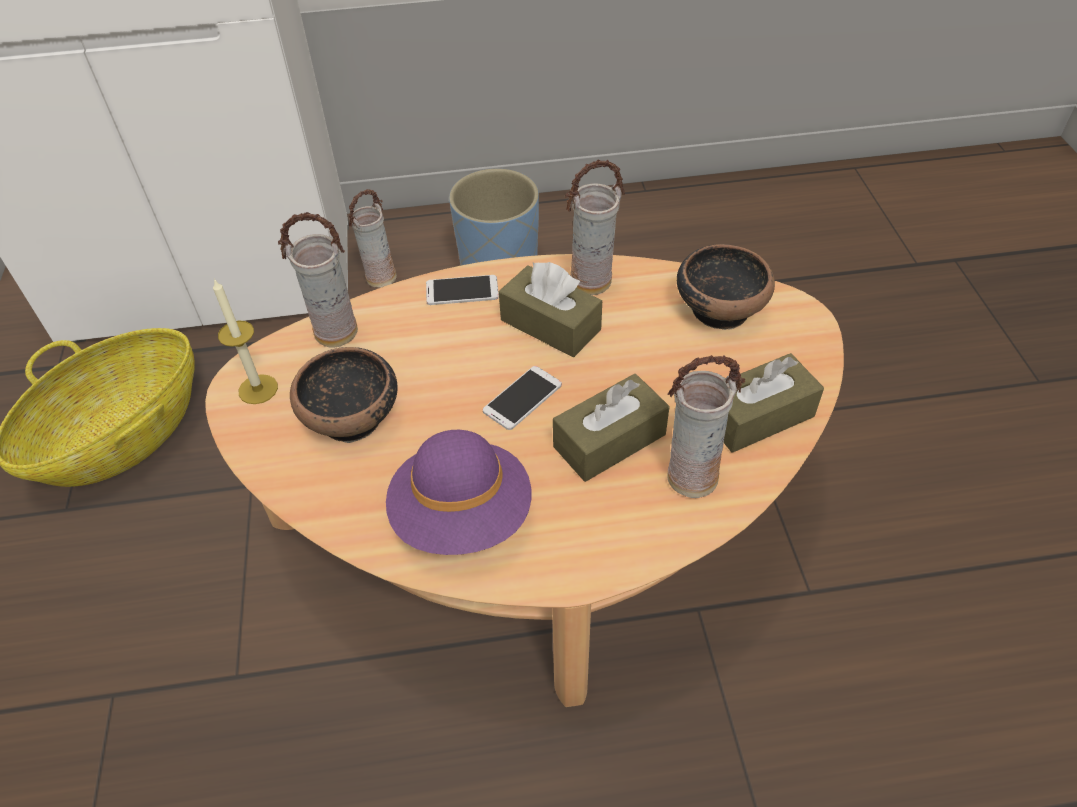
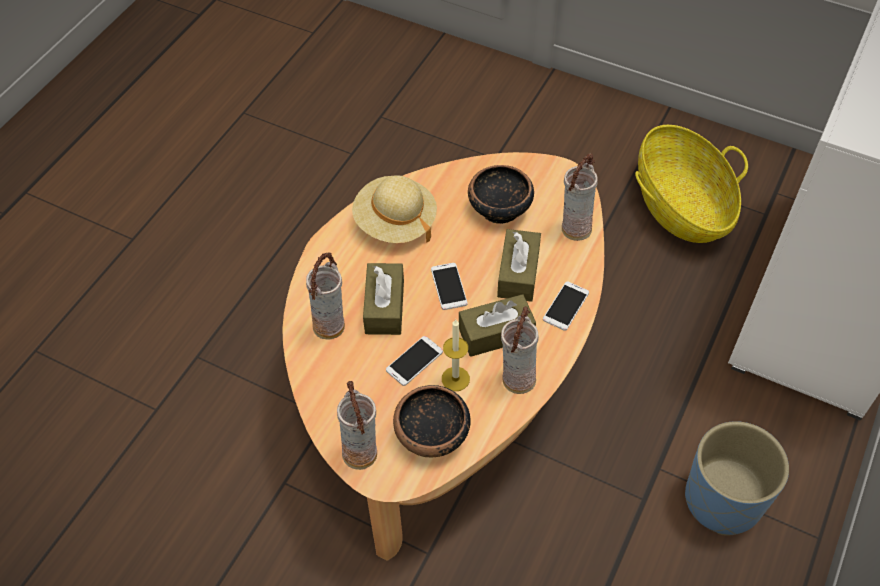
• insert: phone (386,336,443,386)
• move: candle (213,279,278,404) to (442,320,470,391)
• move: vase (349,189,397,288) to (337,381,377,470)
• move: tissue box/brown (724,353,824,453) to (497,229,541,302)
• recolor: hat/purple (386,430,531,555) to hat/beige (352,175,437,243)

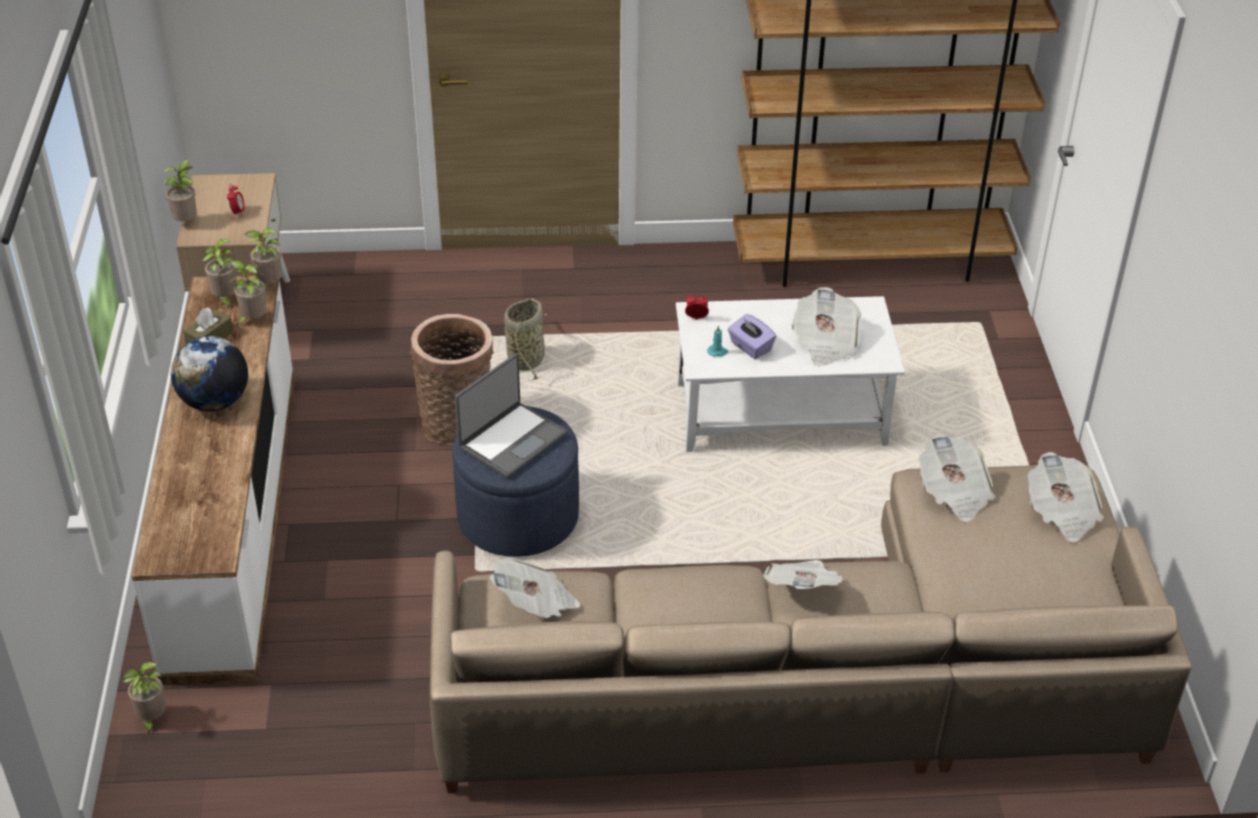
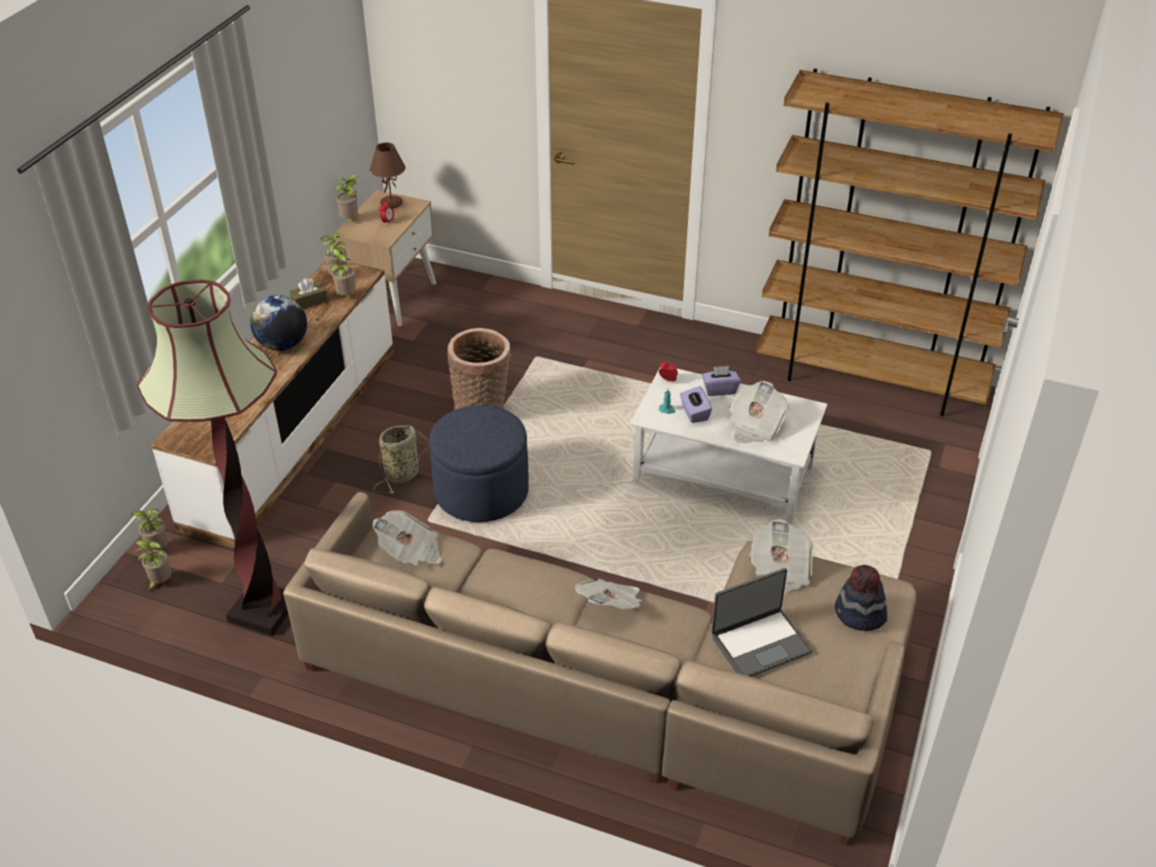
• insert: floor lamp (137,279,288,636)
• insert: table lamp/brown (370,142,406,209)
• insert: tissue box/purple (702,366,741,396)
• move: potted plant (245,228,282,289) to (134,540,171,590)
• move: laptop (455,354,567,478) to (711,568,812,677)
• move: basket (504,299,547,383) to (373,425,430,494)
• replace: newspaper (1027,452,1104,543) to hat (835,565,887,631)

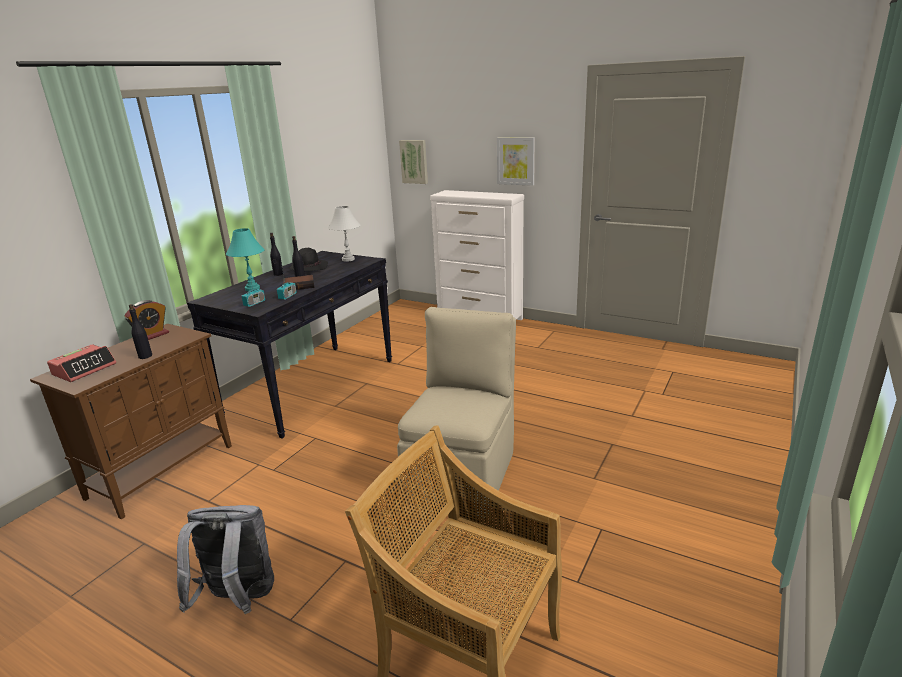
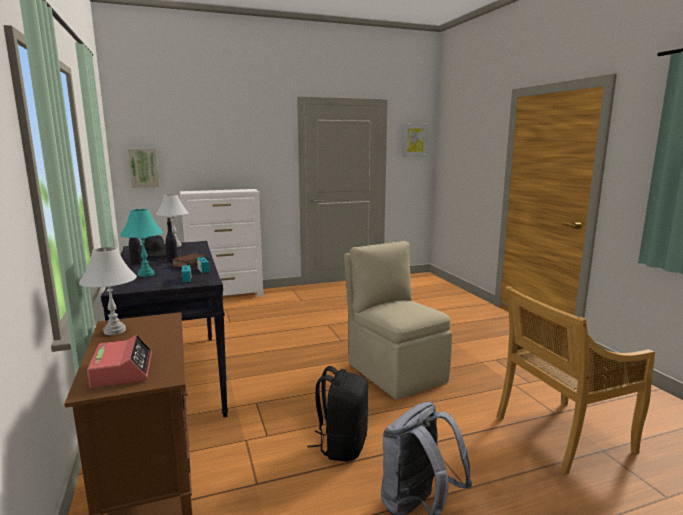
• delete: bottle/black (129,304,152,359)
• insert: backpack/black (307,366,368,462)
• move: picture (497,138,535,186) to (402,124,429,157)
• replace: alarm clock (124,300,169,340) to table lamp/white (79,247,137,335)

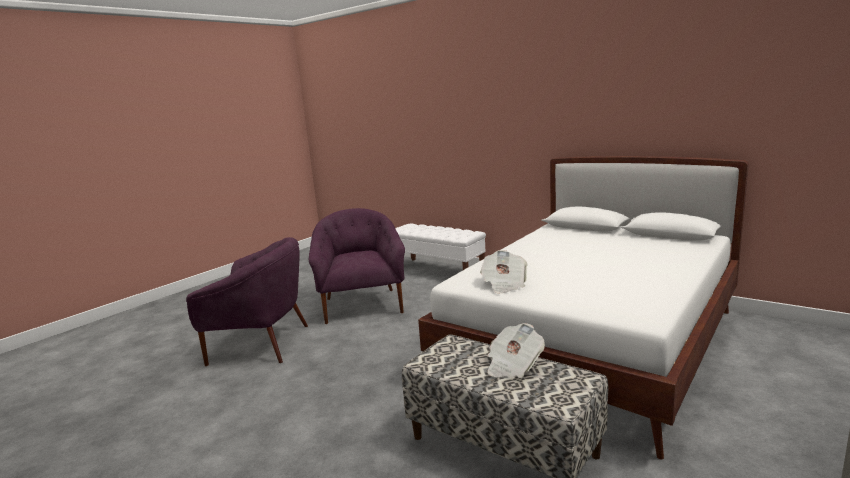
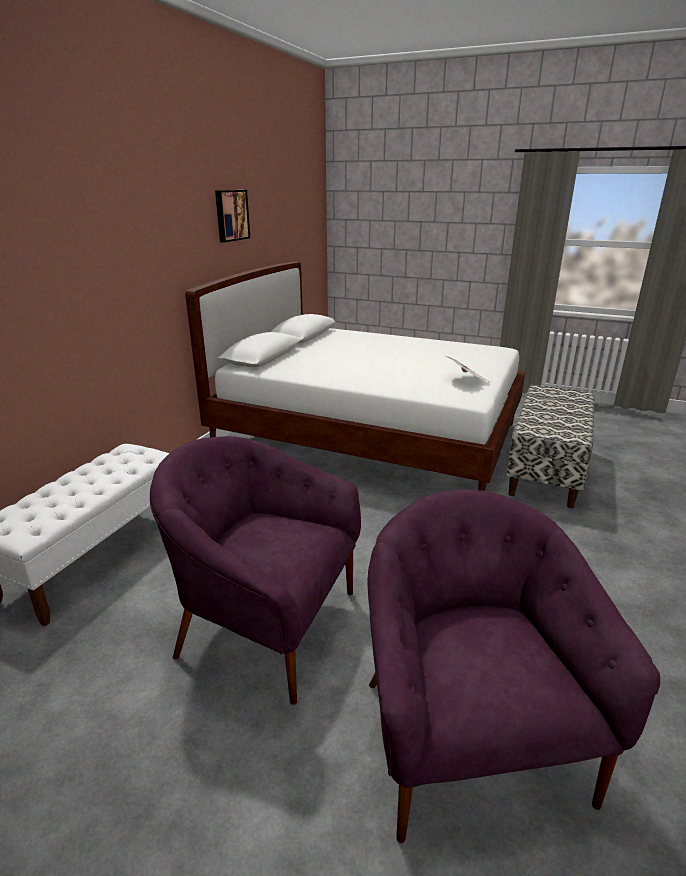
• delete: newspaper (487,323,545,378)
• insert: picture (215,190,250,243)
• rotate: armchair/purple (309,208,405,324) = (150,436,361,705) 45 degrees clockwise

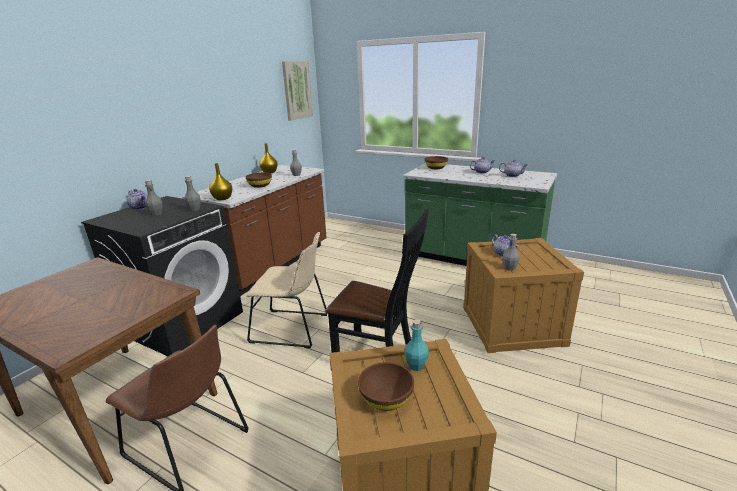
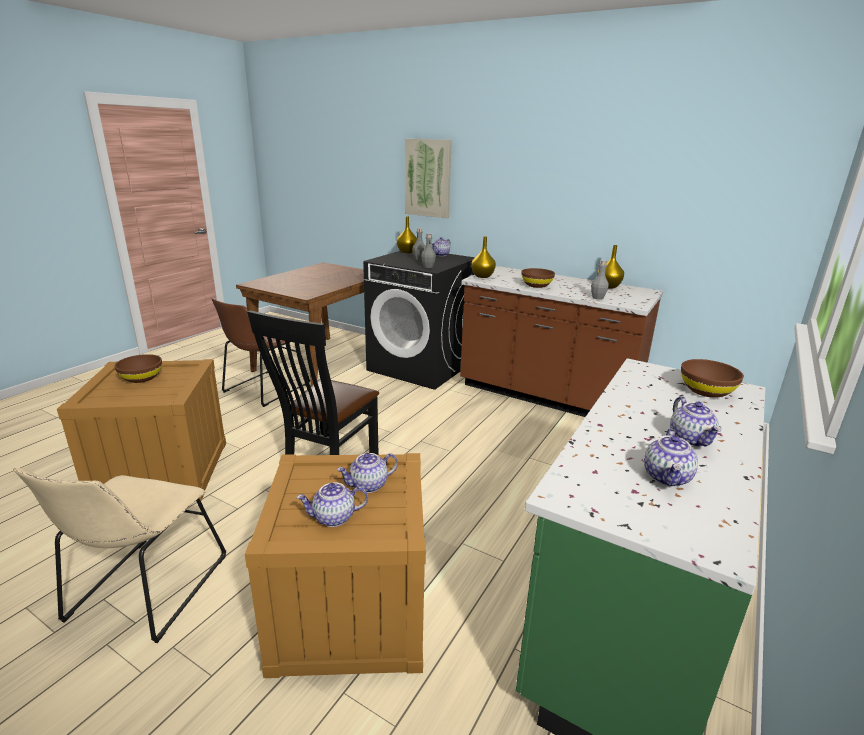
• delete: bottle/turquoise (404,319,429,371)
• delete: bottle/grey (502,234,520,271)
• insert: teapot (296,482,368,527)
• insert: vase/yellow (397,216,417,253)
• move: chair/beige (246,232,328,349) to (13,468,226,643)
• move: picture (282,61,313,121) to (405,139,452,218)

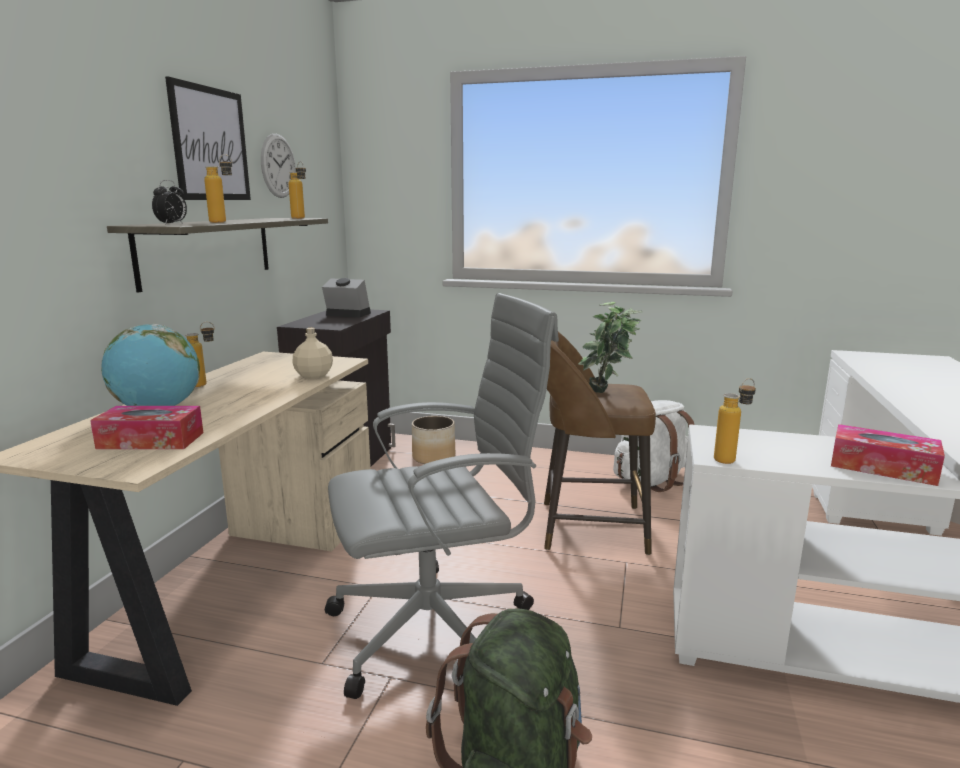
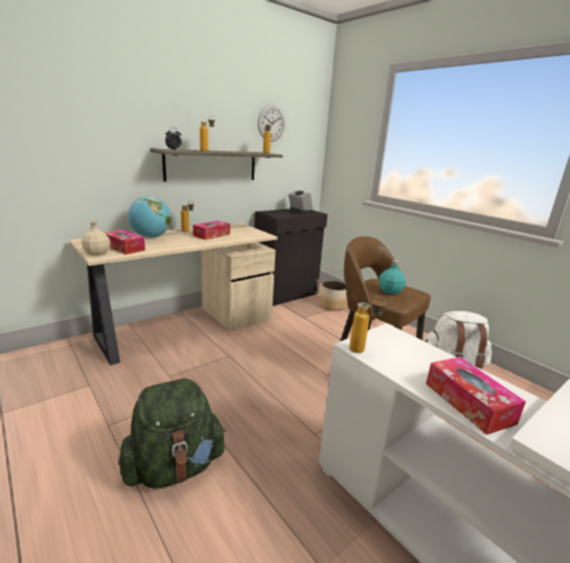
• delete: picture (165,76,251,200)
• delete: office chair/grey (325,293,559,699)
• insert: tissue box (193,221,230,240)
• move: bottle/beige (292,328,333,379) to (82,221,111,256)
• replace: potted plant (578,302,642,393) to bottle/turquoise (379,260,406,294)

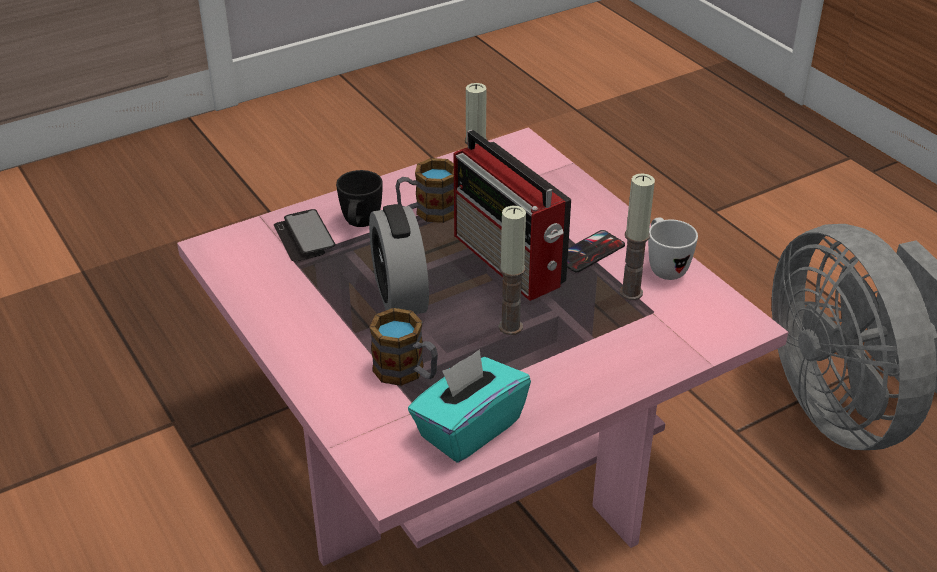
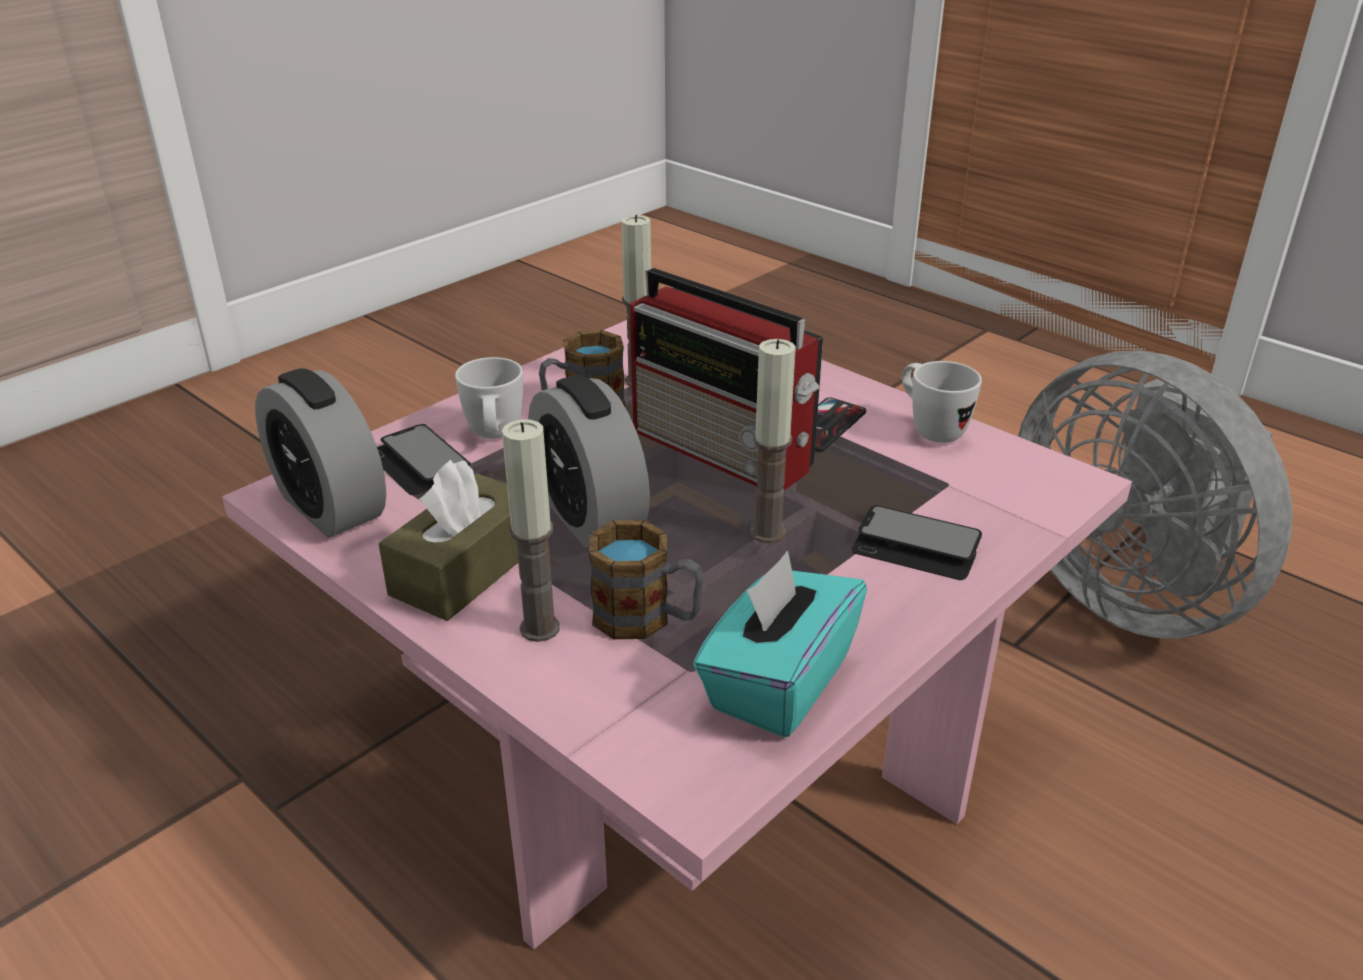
• insert: alarm clock (255,368,386,538)
• insert: tissue box/brown (379,460,518,621)
• insert: phone (852,505,982,580)
• move: candle (619,173,655,300) to (502,420,560,642)
• recolor: mug/black (336,170,383,227) to mug/white (455,357,523,439)

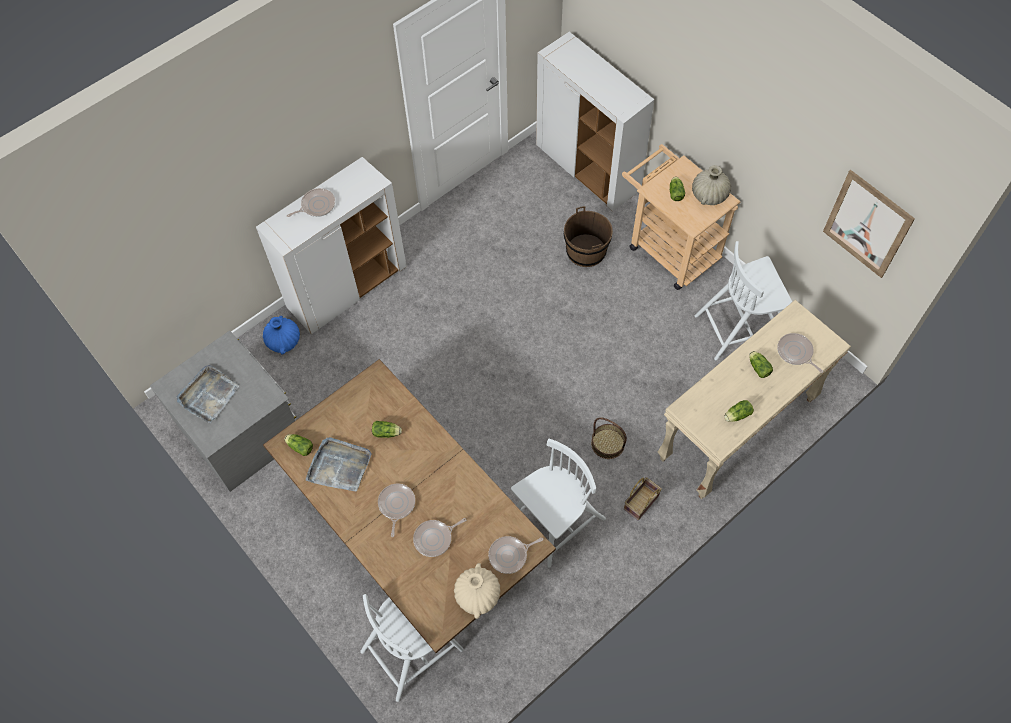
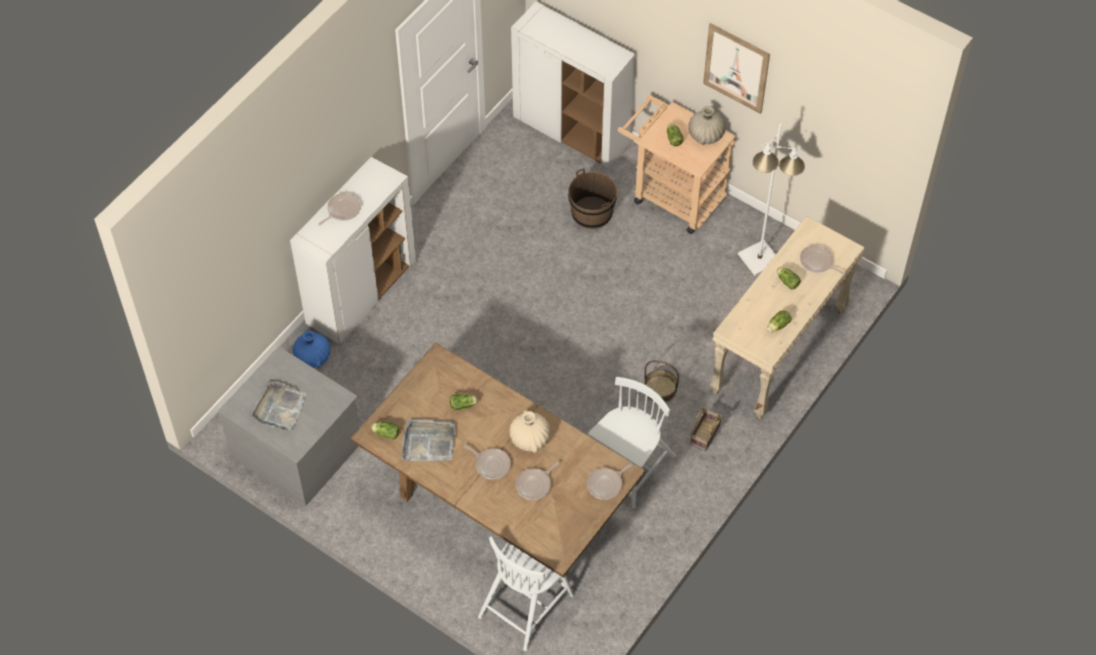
• move: vase/beige (454,563,501,619) to (509,410,550,453)
• move: picture (823,170,915,278) to (703,23,770,114)
• replace: chair/white (695,241,792,360) to floor lamp/white (738,124,805,276)
• rotate: frying pan (378,483,415,537) = (464,445,511,480) 135 degrees clockwise

